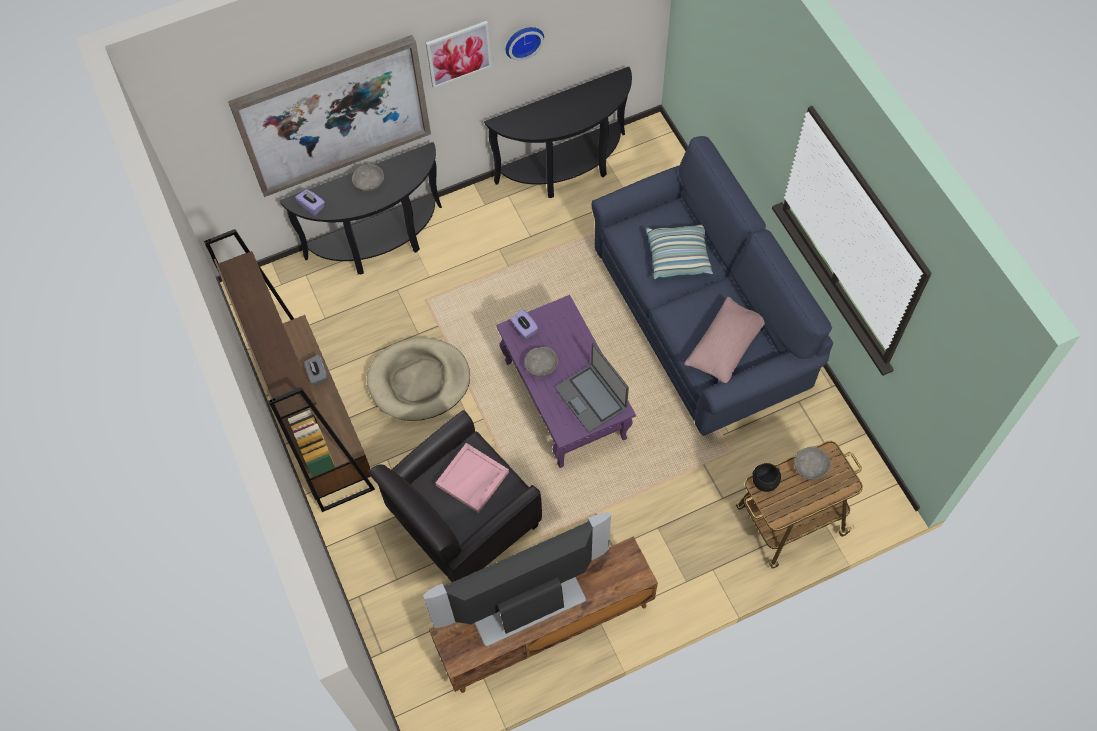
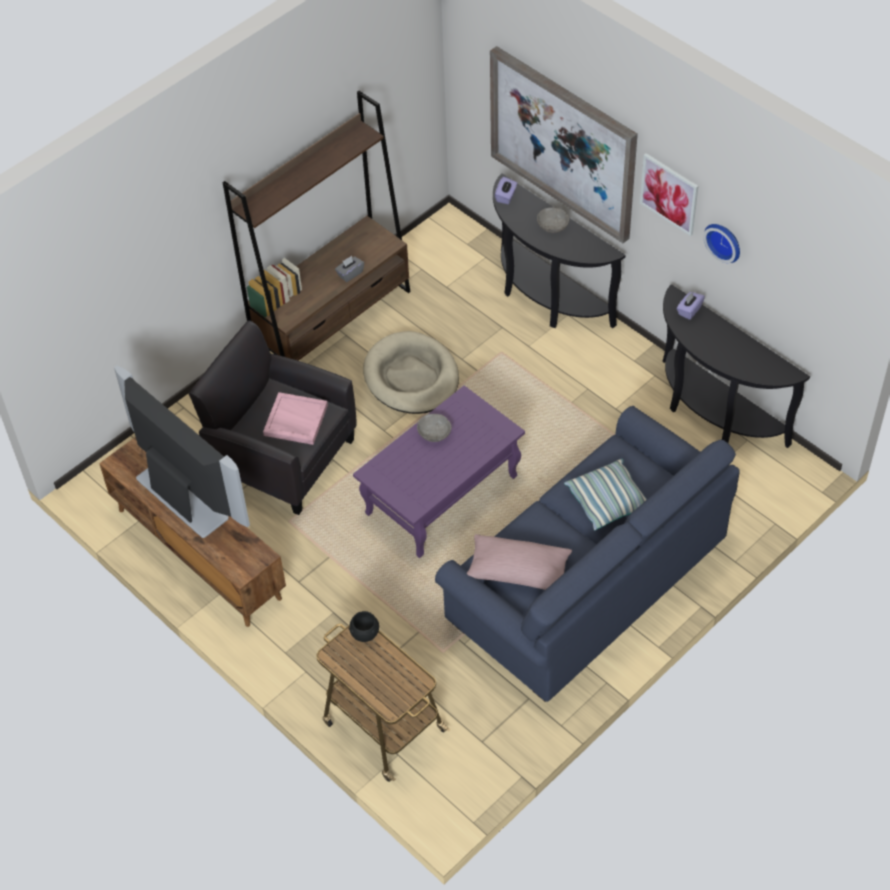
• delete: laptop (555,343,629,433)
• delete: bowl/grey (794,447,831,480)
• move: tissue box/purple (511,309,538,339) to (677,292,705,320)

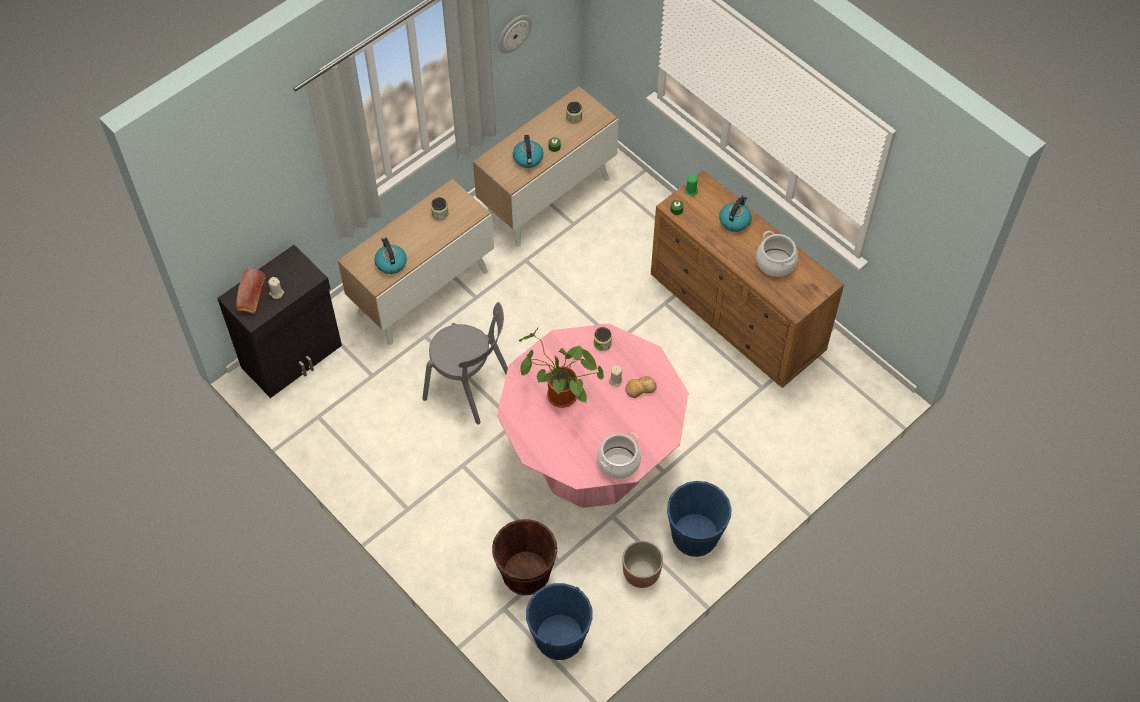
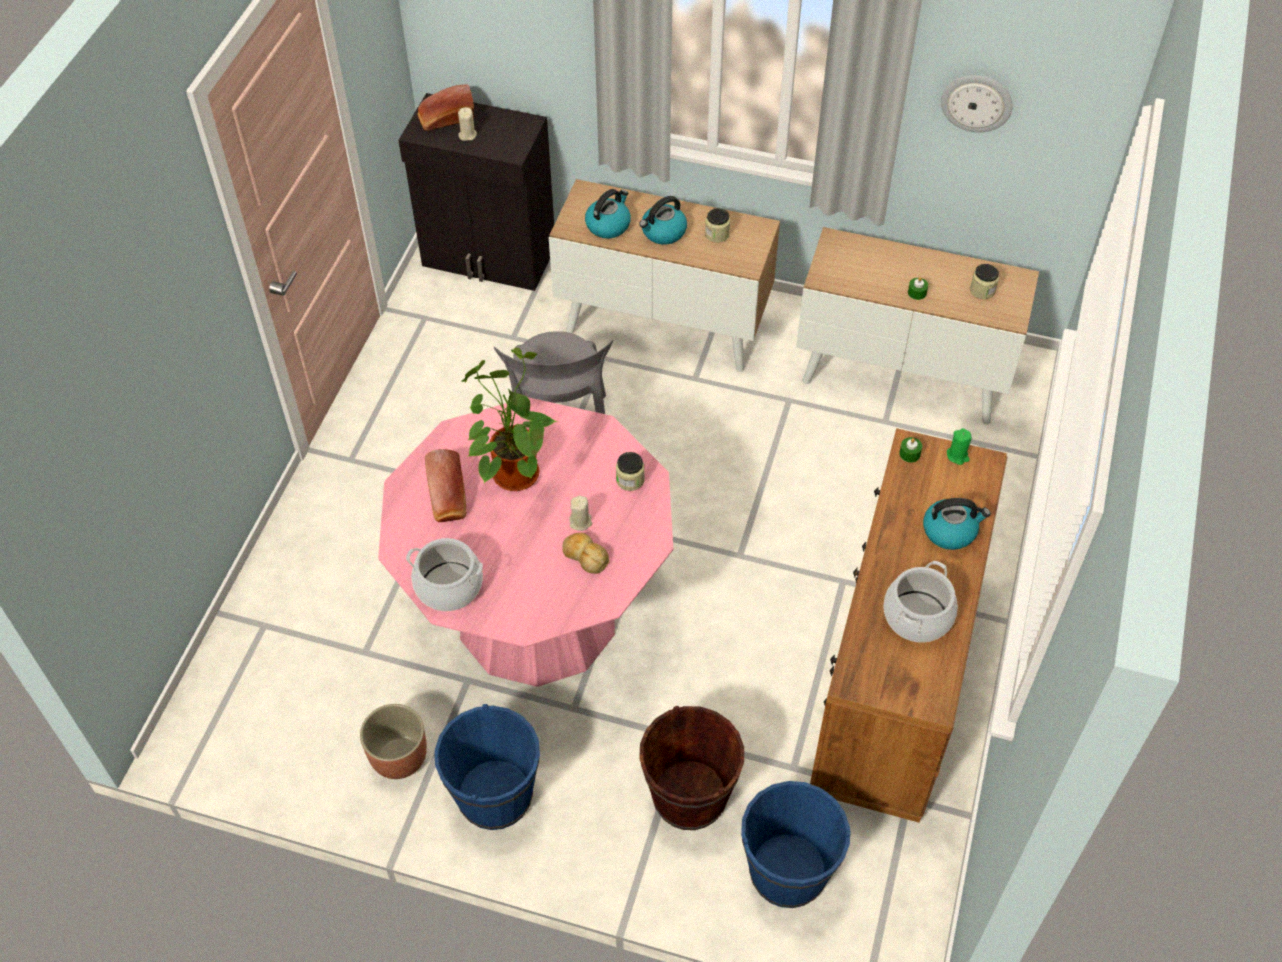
• insert: bread (425,449,466,522)
• move: bucket/brown (492,519,557,595) to (639,706,744,830)
• move: kettle (513,135,543,168) to (639,196,687,244)
• move: bucket/blue (526,583,593,660) to (741,781,851,908)

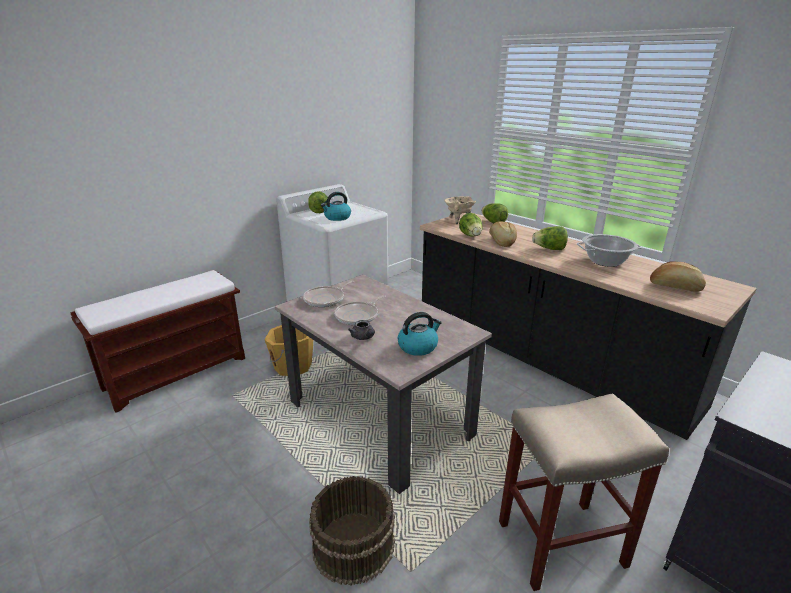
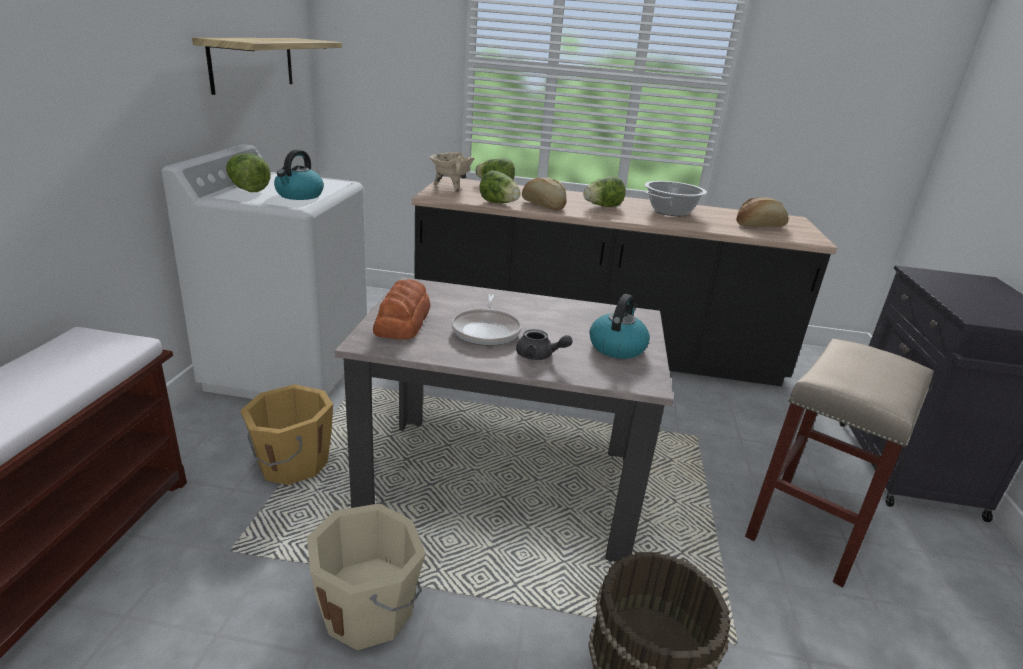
• insert: shelf (192,38,342,95)
• insert: bucket/beige (307,503,426,650)
• replace: frying pan (303,281,354,307) to bread (373,279,430,340)

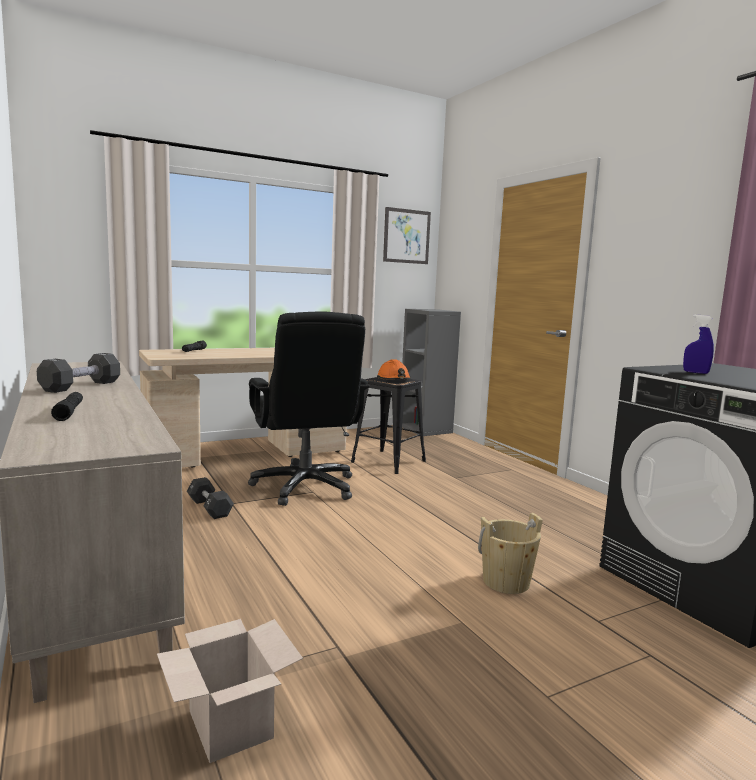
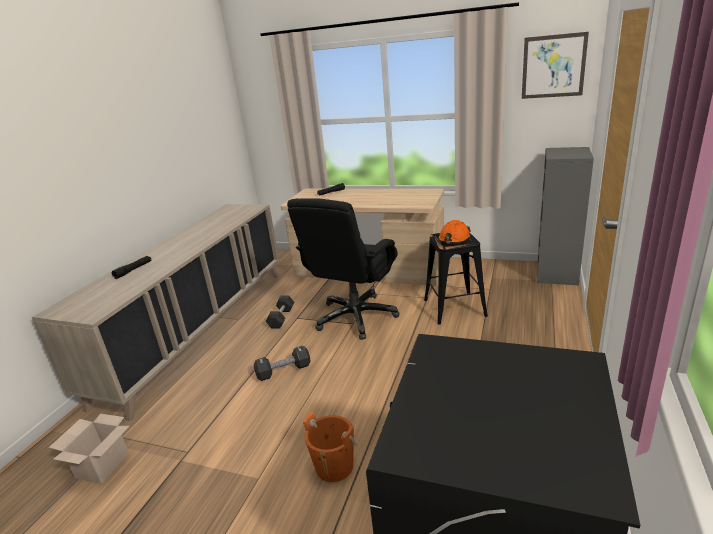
• delete: spray bottle/blue (683,315,714,374)
• move: dumbbell/black (37,353,120,393) to (254,346,311,381)
• recolor: bucket/beige (478,513,543,594) to bucket/orange (303,412,357,482)

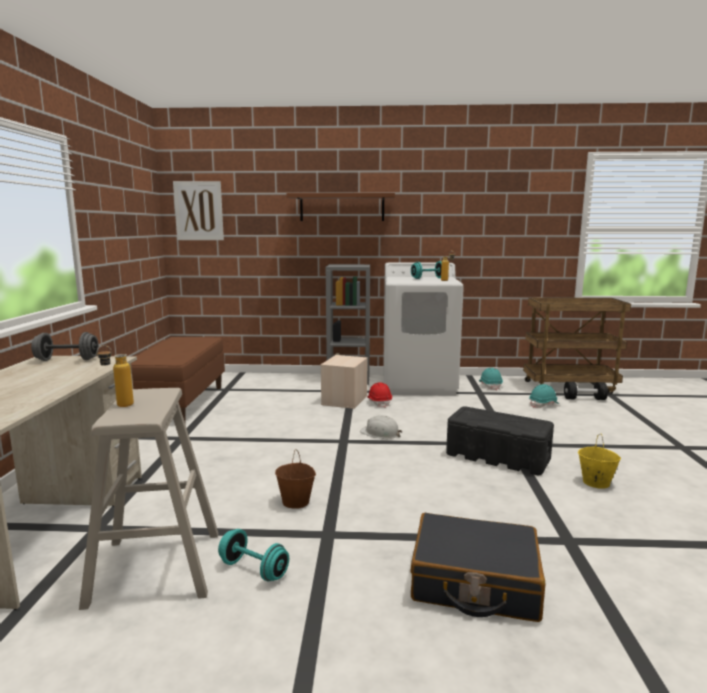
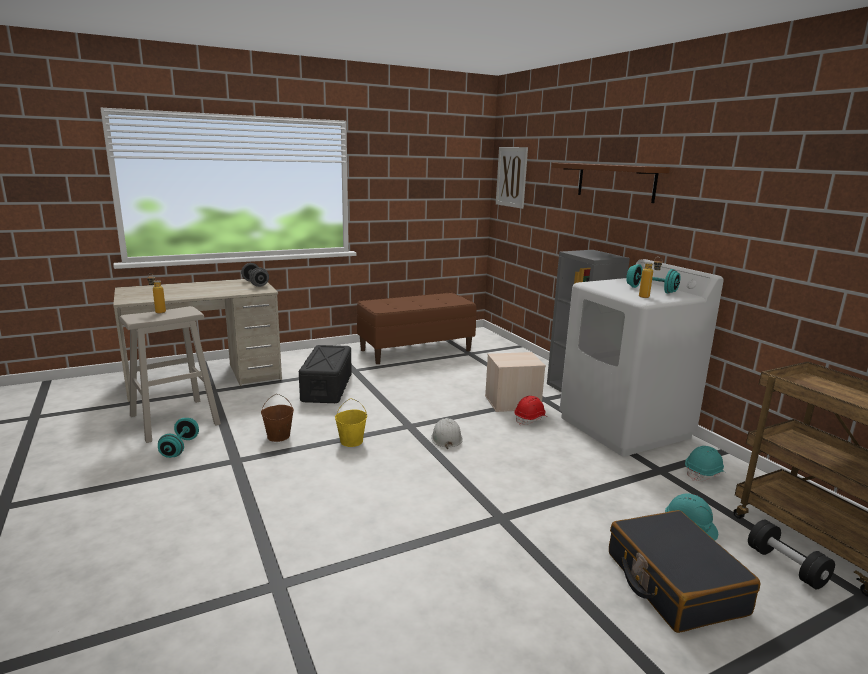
• move: suitcase/black (411,513,545,622) to (609,510,760,633)
• move: storage box/black (446,406,554,475) to (299,345,352,403)
• move: bucket/yellow (578,434,621,489) to (335,398,367,447)

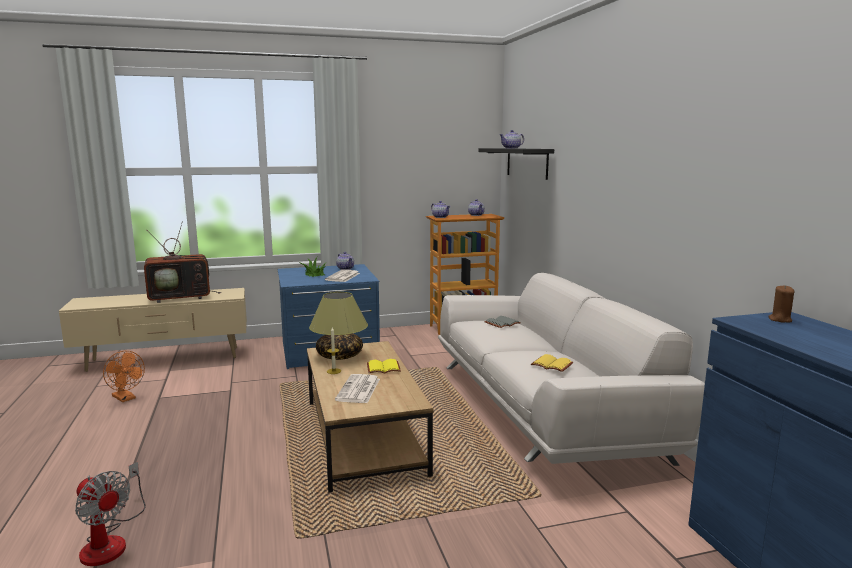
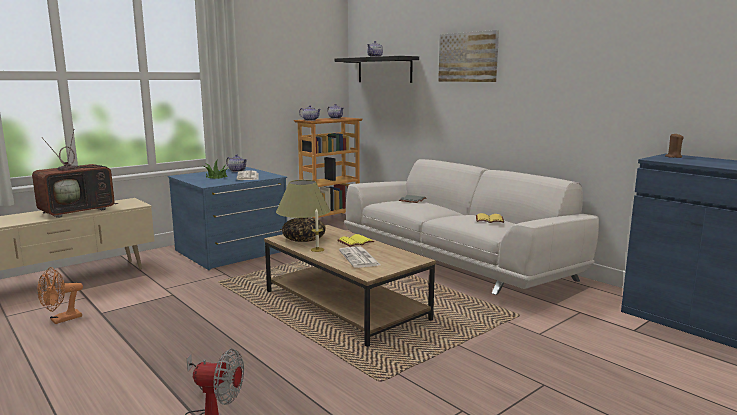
• insert: picture (438,30,499,82)
• rotate: fan/orange (103,351,145,402) = (37,267,83,324) 120 degrees clockwise

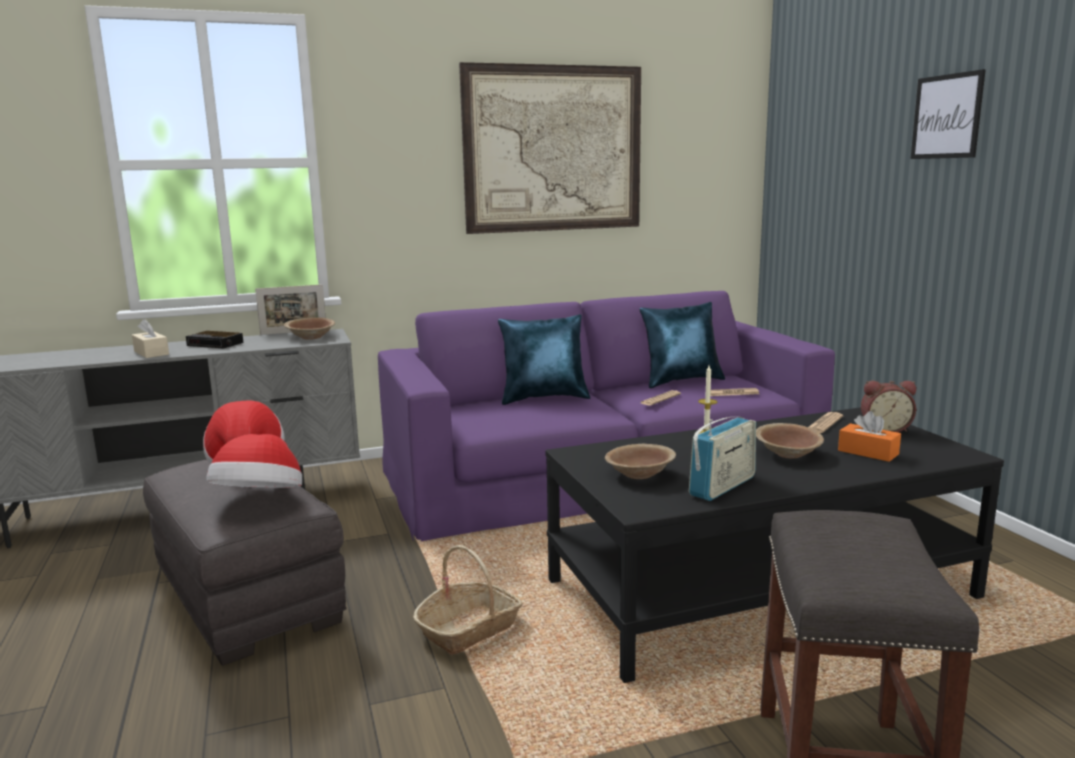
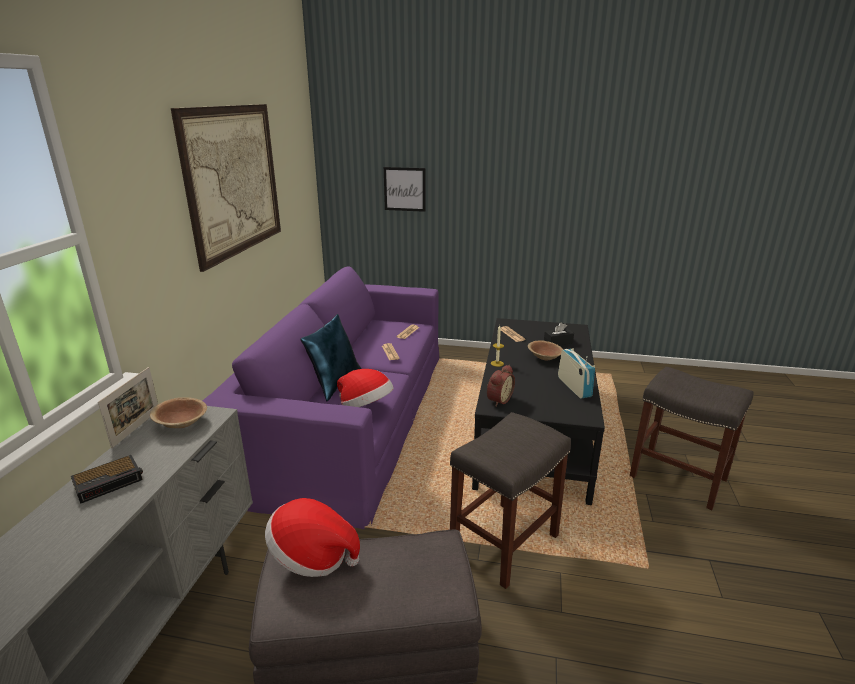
• delete: tissue box/beige (132,319,169,358)
• delete: bowl/brown (605,444,676,479)
• delete: pillow/blue (640,302,725,388)
• move: hat (206,434,302,488) to (337,369,394,407)
• move: alarm clock (861,381,916,432) to (487,365,515,406)
• move: picture (911,69,986,159) to (384,167,425,212)
• replace: basket (413,545,523,655) to stool/grey (450,412,571,589)
• recolor: tissue box/orange (838,411,901,462) to tissue box/black (544,323,574,345)

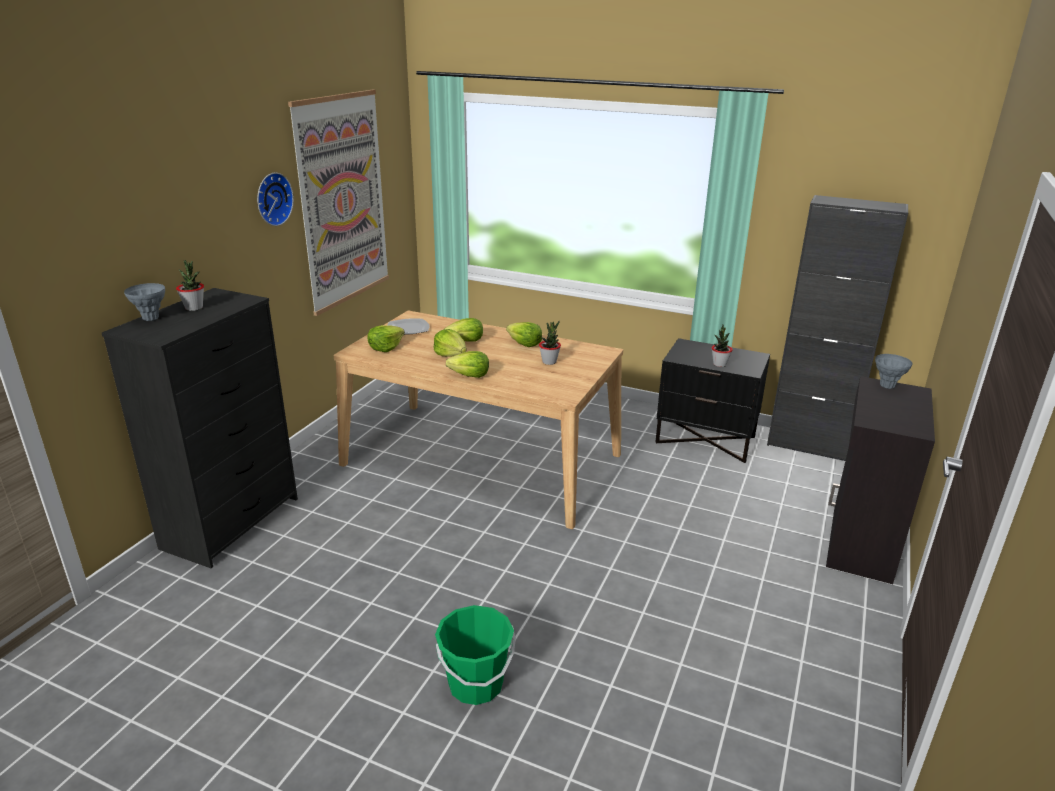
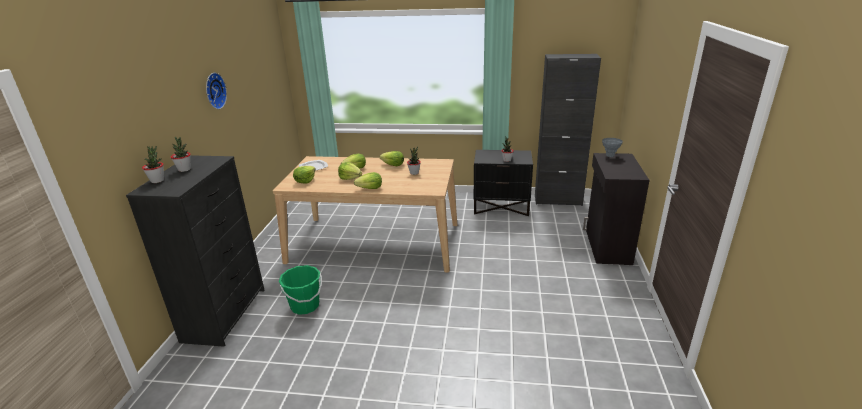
• delete: picture (288,90,389,316)
• move: bucket/green (435,605,516,705) to (279,265,322,315)
• replace: vase/grey (124,283,165,321) to potted plant (142,146,164,183)

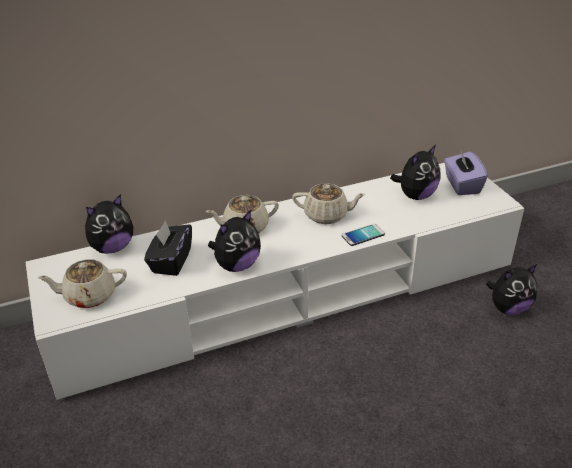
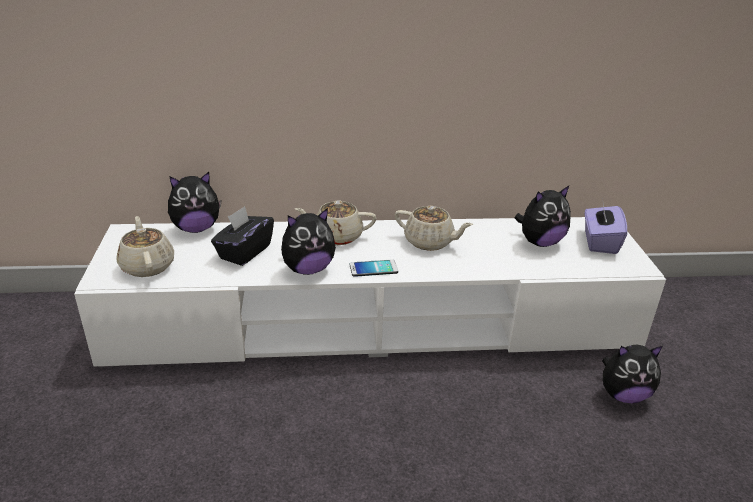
• move: phone (342,224,385,246) to (349,259,398,277)
• rotate: teapot/beige (37,259,127,308) = (117,216,174,277) 60 degrees clockwise

